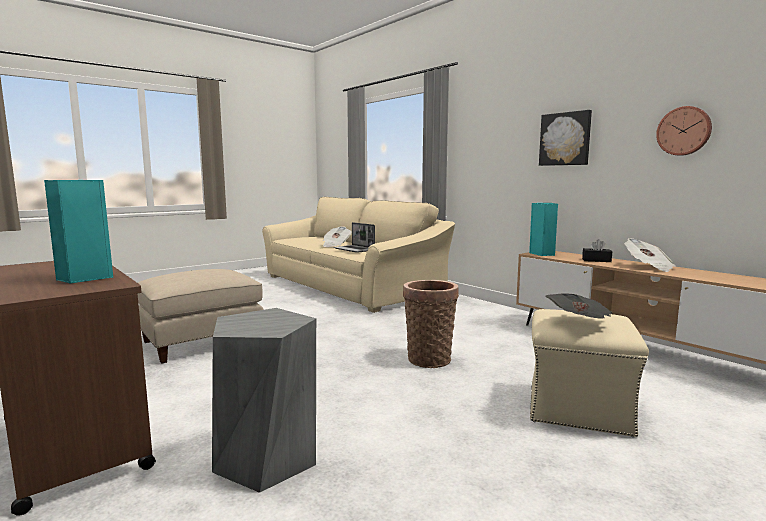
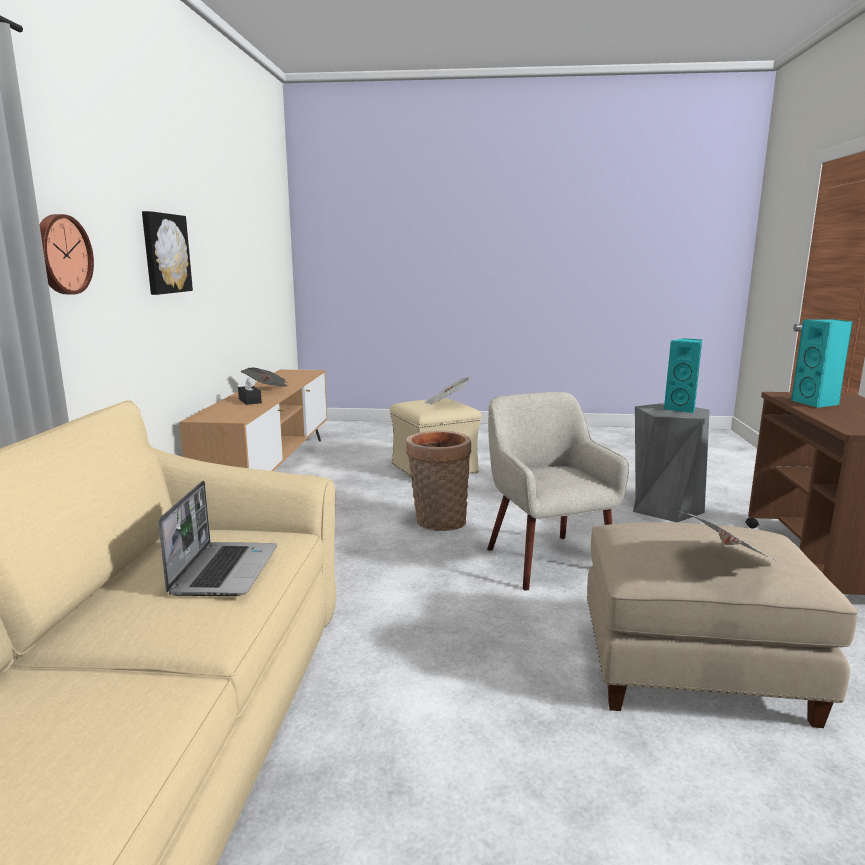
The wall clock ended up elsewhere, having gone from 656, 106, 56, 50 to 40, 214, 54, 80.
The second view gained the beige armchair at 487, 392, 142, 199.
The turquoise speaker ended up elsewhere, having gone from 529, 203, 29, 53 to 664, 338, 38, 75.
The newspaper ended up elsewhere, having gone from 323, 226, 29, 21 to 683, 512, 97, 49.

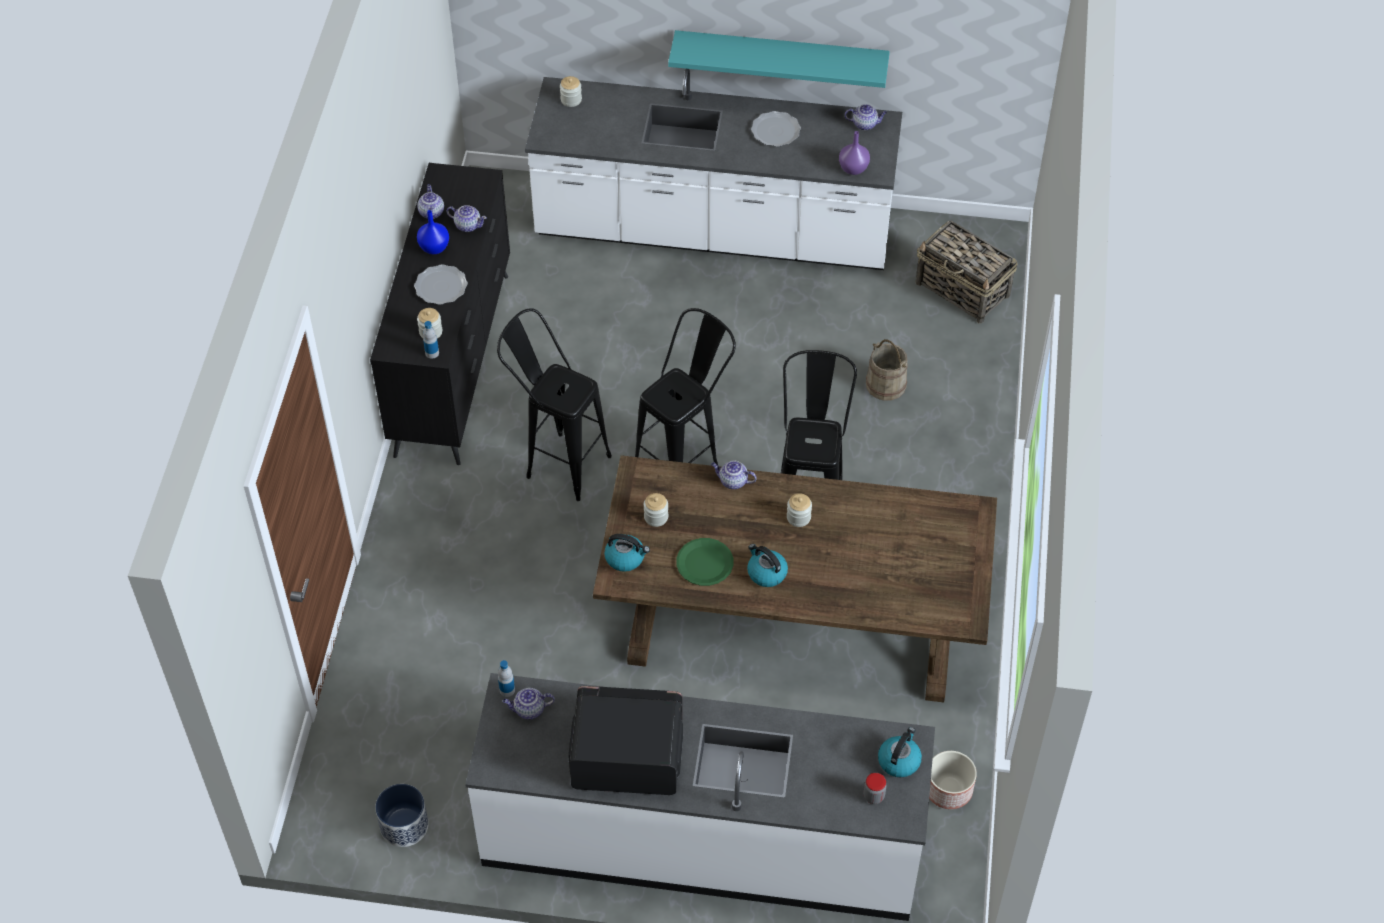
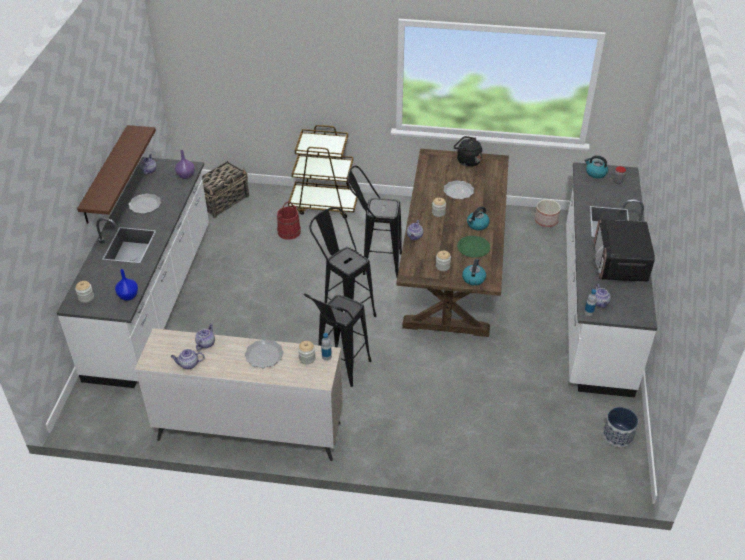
What was the turquoise shelf at 668, 30, 222, 58 turned into the brown shelf at 77, 125, 79, 99.
The blue vase ended up elsewhere, having gone from 417, 210, 32, 44 to 115, 269, 23, 32.
What was the black dresser at 370, 163, 140, 302 turned into the beige dresser at 135, 328, 208, 133.
What was the beige bucket at 866, 339, 42, 62 turned into the red bucket at 277, 201, 24, 39.
The second view gained the brown cart at 288, 125, 70, 93.
The second view gained the plate at 443, 180, 31, 19.
The second view gained the black kettle at 453, 136, 29, 31.

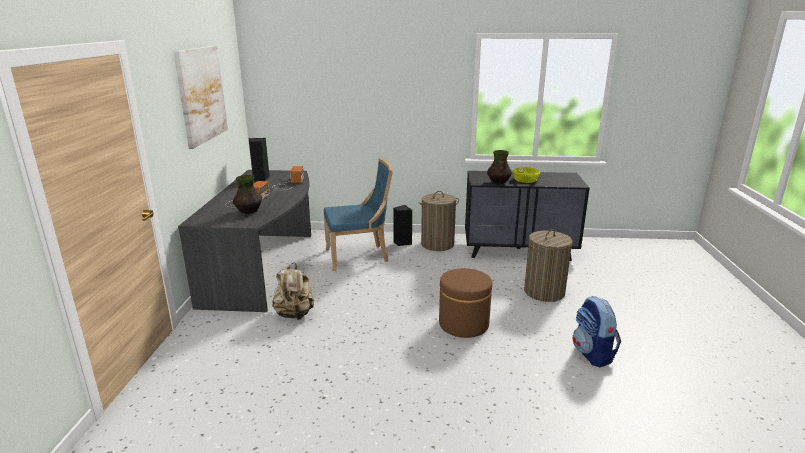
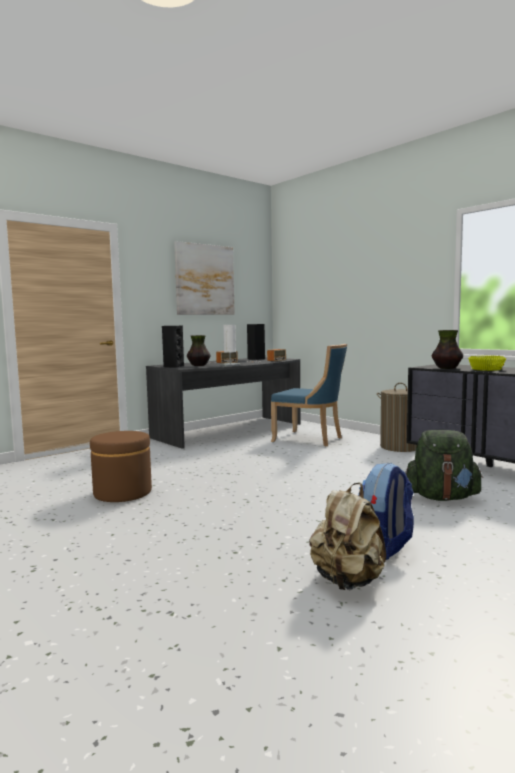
The brown ottoman ended up elsewhere, having gone from 439, 268, 53, 70 to 90, 431, 62, 71.
The black speaker ended up elsewhere, having gone from 393, 205, 19, 41 to 162, 326, 22, 42.
The second view gained the white table lamp at 220, 325, 21, 41.
The beige backpack ended up elsewhere, having gone from 272, 262, 42, 58 to 309, 483, 77, 107.
Where the laundry basket stood at 524, 229, 49, 73, the green backpack came to stand at 405, 430, 78, 71.

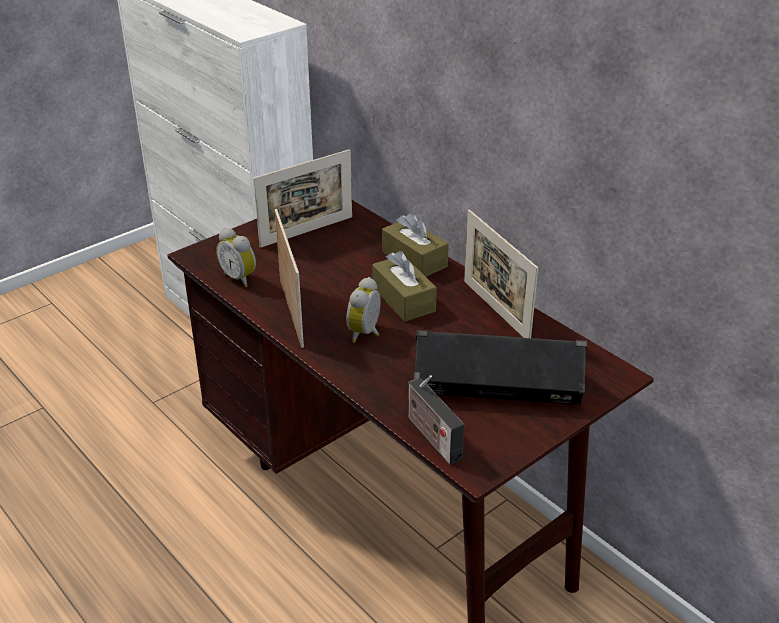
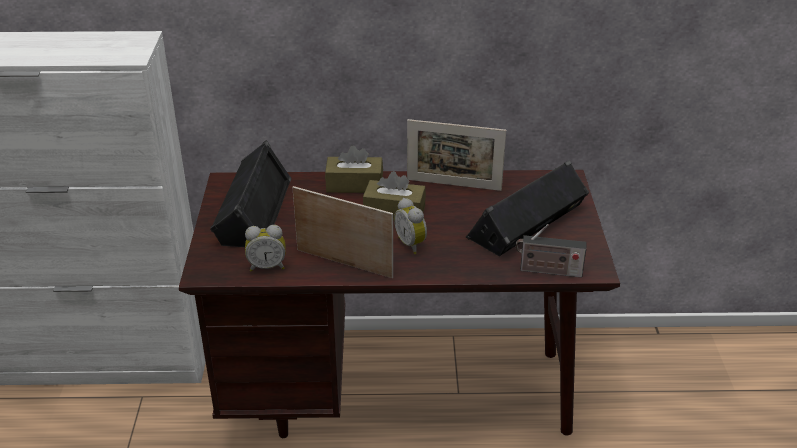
Where the picture frame stood at 253, 149, 99, 99, the black speaker came to stand at 210, 140, 82, 107.

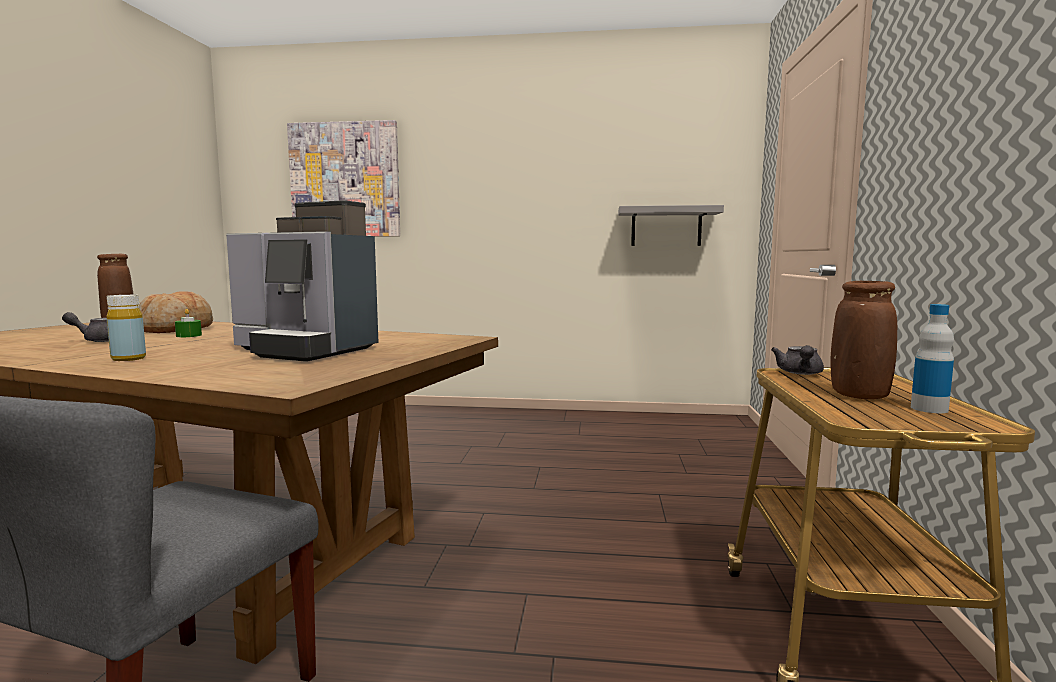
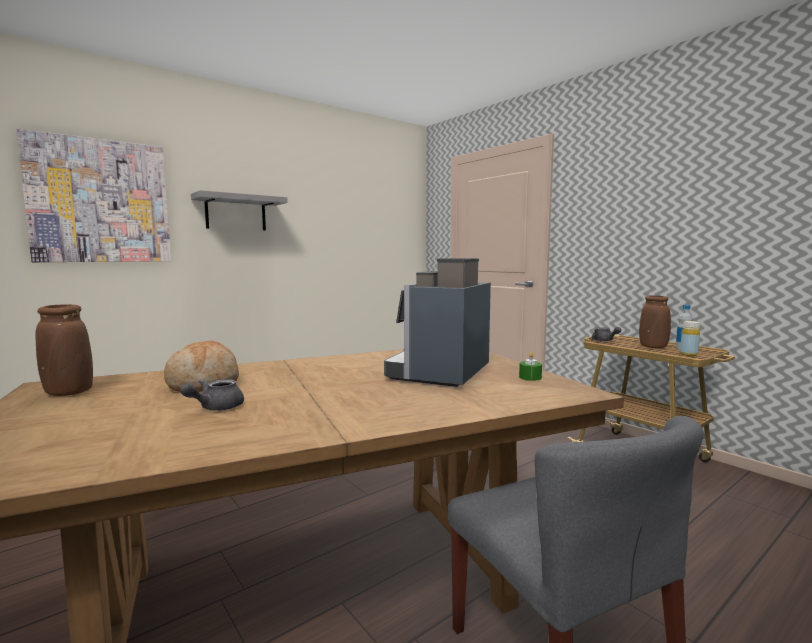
The grey shelf ended up elsewhere, having gone from 618, 205, 106, 41 to 191, 190, 97, 40.
The coffee machine at 226, 200, 153, 162 ended up facing another way, 135 degrees clockwise from before.
The green candle ended up elsewhere, having gone from 175, 309, 27, 28 to 519, 352, 23, 29.
The yellow bottle ended up elsewhere, having gone from 106, 295, 40, 66 to 680, 321, 20, 35.

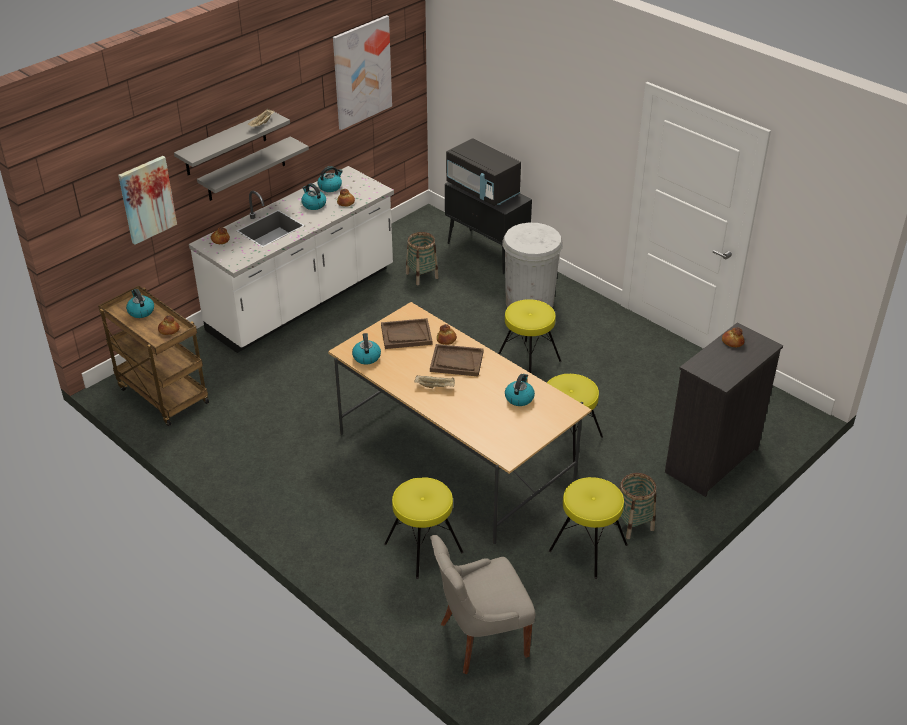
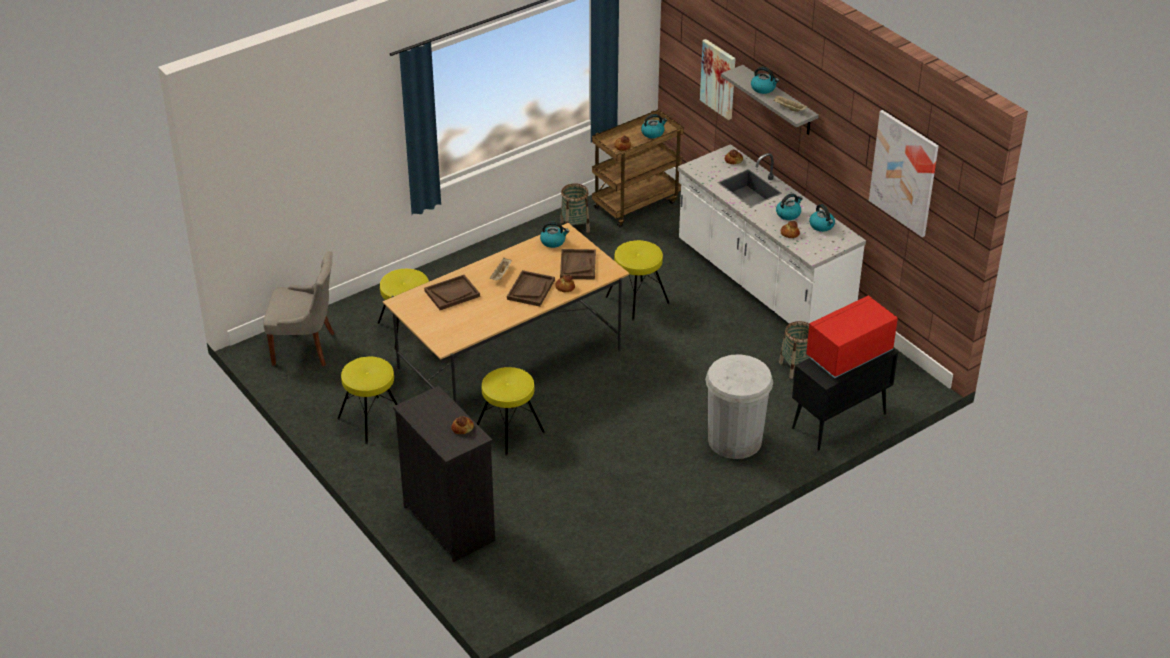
The grey chair at 430, 535, 105, 139 ended up facing another way, 105 degrees clockwise from before.
The second view gained the brown tray at 424, 275, 56, 35.
The basket ended up elsewhere, having gone from 619, 473, 37, 66 to 560, 183, 30, 50.
The yellow stool ended up elsewhere, having gone from 498, 299, 64, 74 to 605, 240, 65, 81.
The kettle ended up elsewhere, having gone from 505, 374, 30, 32 to 751, 67, 28, 27.
What was the black microwave at 446, 138, 75, 68 turned into the red microwave at 806, 295, 92, 83.
The second view lost the grey shelf at 197, 136, 112, 65.

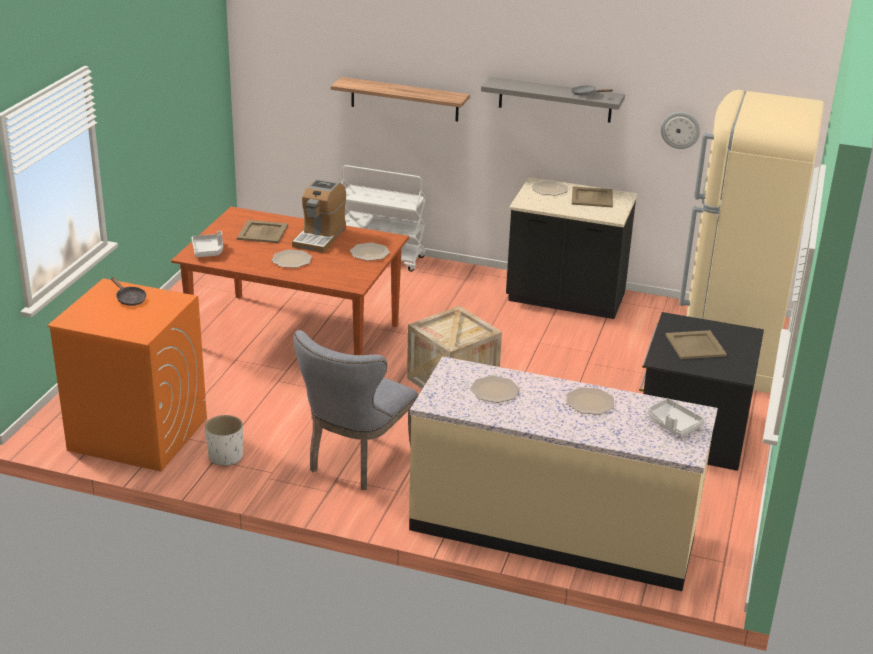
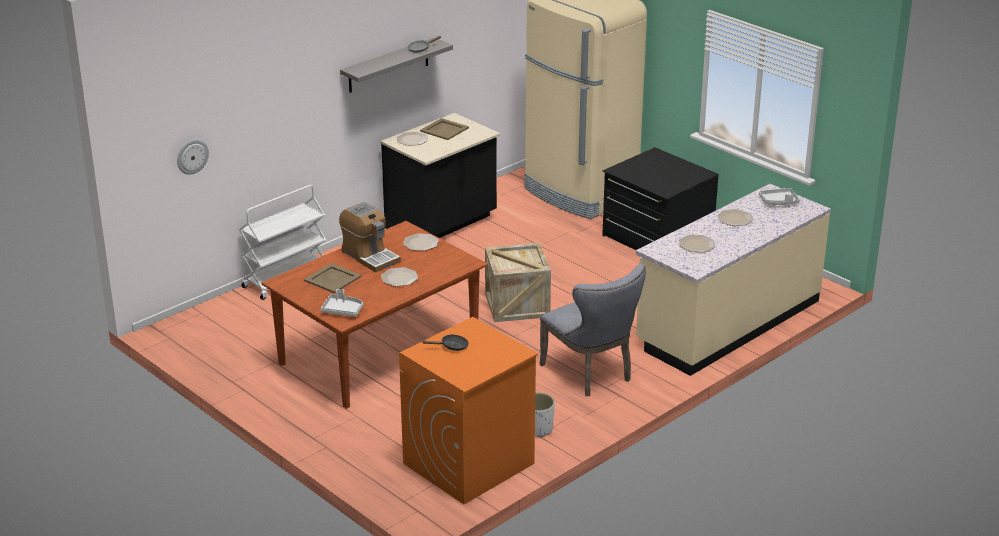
The wall clock ended up elsewhere, having gone from 661, 112, 39, 37 to 177, 139, 32, 36.
The second view lost the shelf at 331, 77, 139, 45.
The second view lost the beige tray at 665, 330, 62, 29.

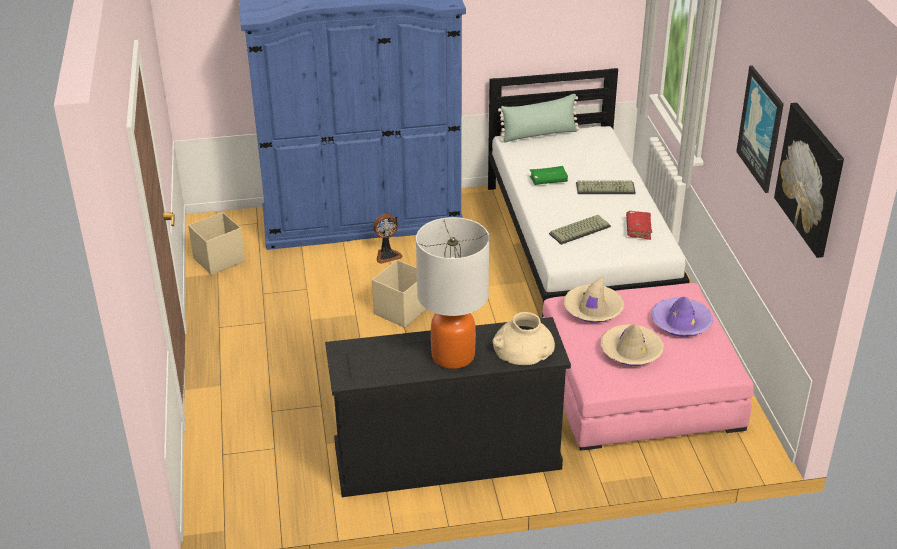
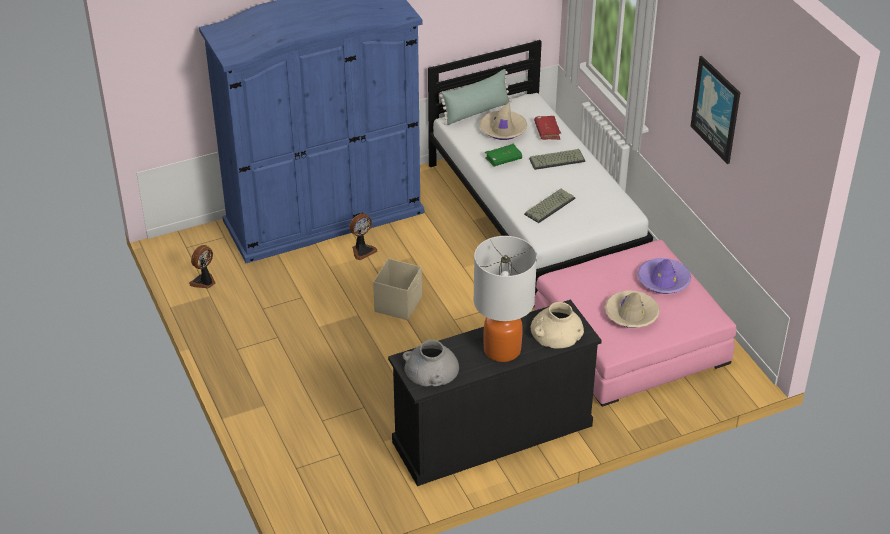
Where the beige storage box stood at 188, 212, 57, 63, the fan came to stand at 189, 245, 27, 43.
The second view gained the grey vase at 403, 340, 56, 46.
The beige hat ended up elsewhere, having gone from 564, 276, 60, 47 to 480, 102, 47, 38.
The red book ended up elsewhere, having gone from 626, 211, 26, 29 to 534, 116, 27, 24.
The second view lost the picture at 774, 103, 70, 155.

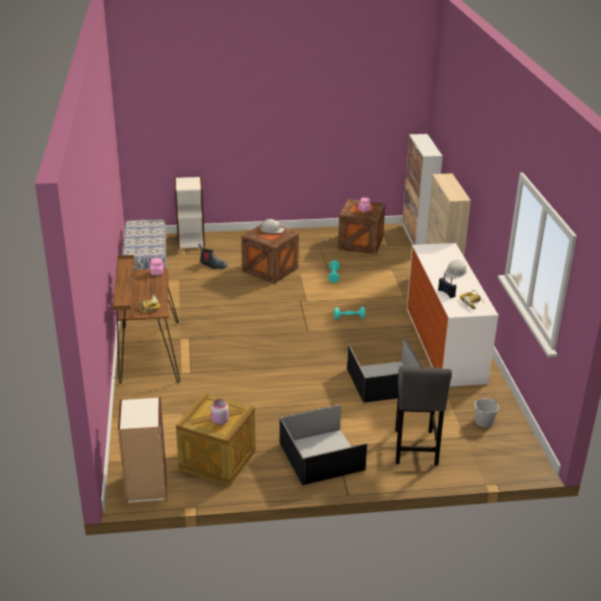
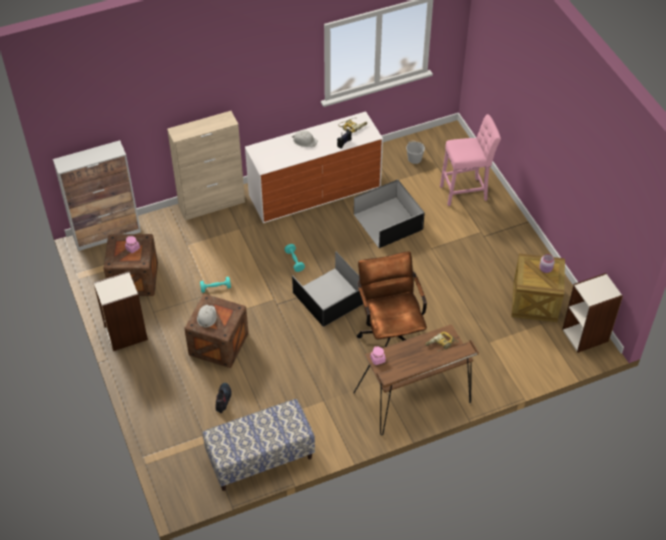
The bookcase ended up elsewhere, having gone from 174, 177, 31, 71 to 93, 272, 55, 79.
The black storage box ended up elsewhere, having gone from 279, 404, 88, 81 to 292, 252, 71, 75.
The second view gained the brown office chair at 357, 251, 70, 96.
What was the grey stool at 395, 366, 57, 100 turned into the pink stool at 440, 114, 61, 92.

